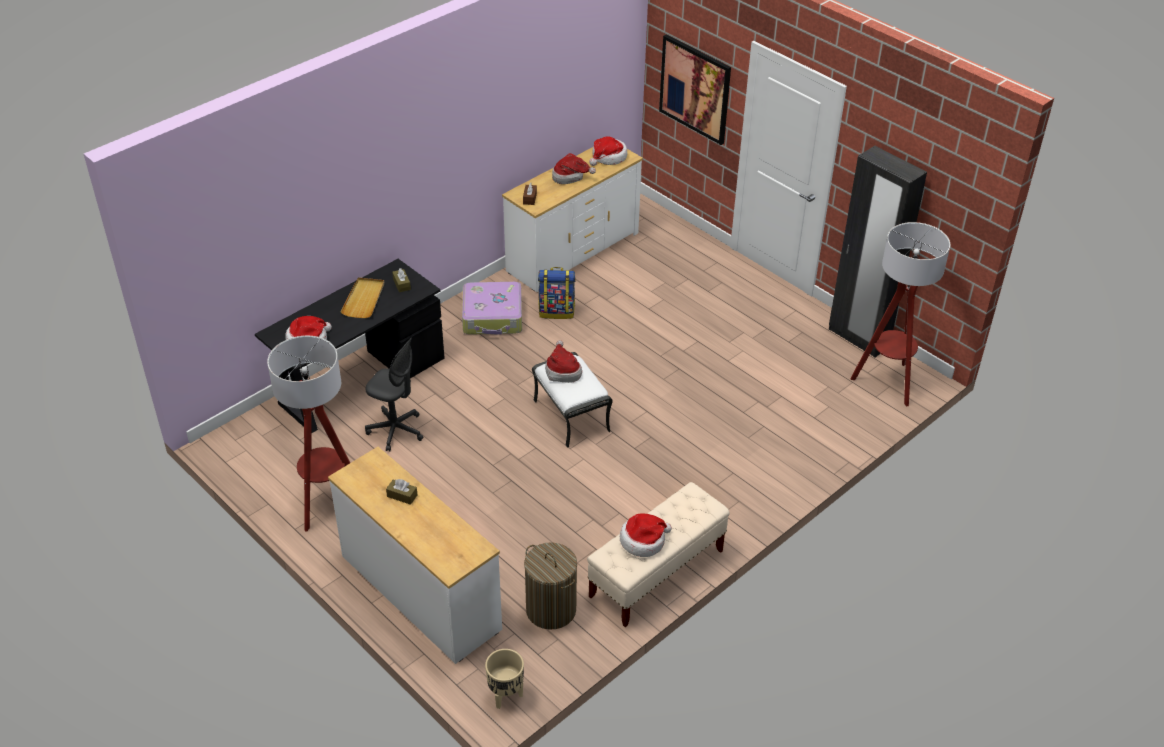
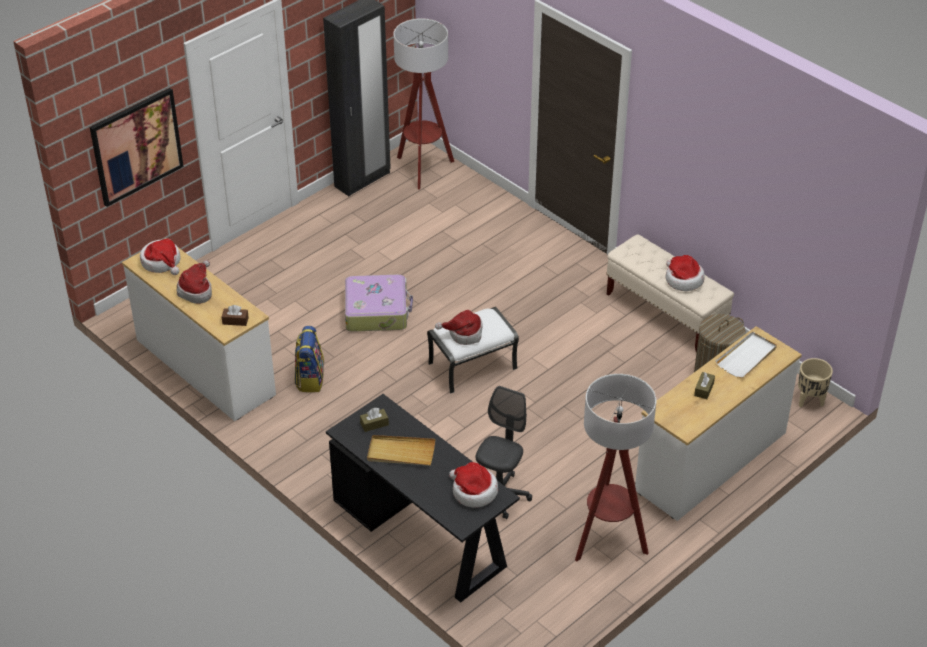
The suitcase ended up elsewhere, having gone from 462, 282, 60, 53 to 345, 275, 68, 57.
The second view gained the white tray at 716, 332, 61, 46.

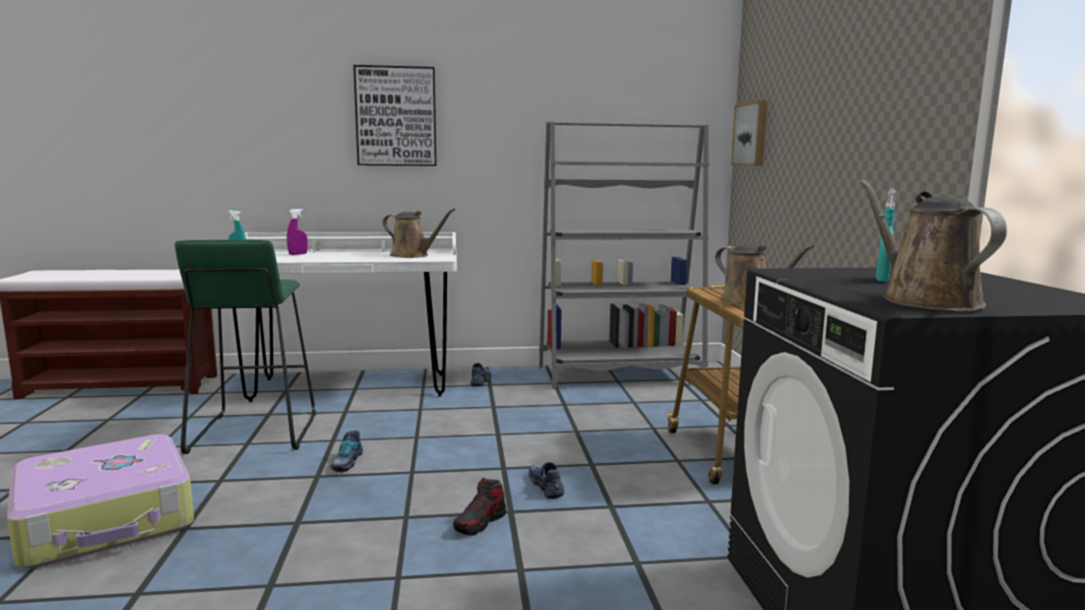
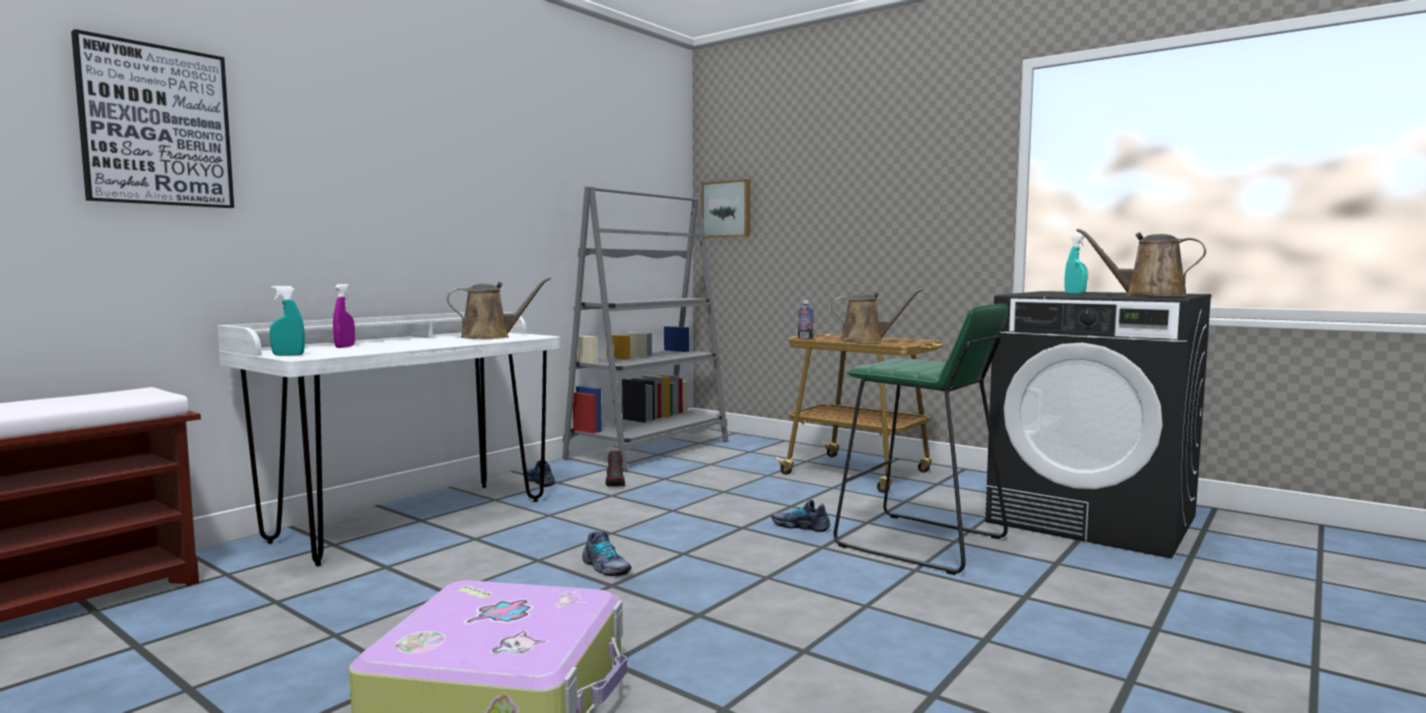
The picture ended up elsewhere, having gone from 353, 65, 83, 101 to 71, 29, 163, 179.
The shoe ended up elsewhere, having gone from 453, 477, 53, 59 to 605, 450, 20, 37.
The second view gained the bottle at 798, 300, 16, 39.
The green stool ended up elsewhere, having gone from 175, 240, 141, 214 to 834, 304, 174, 271.

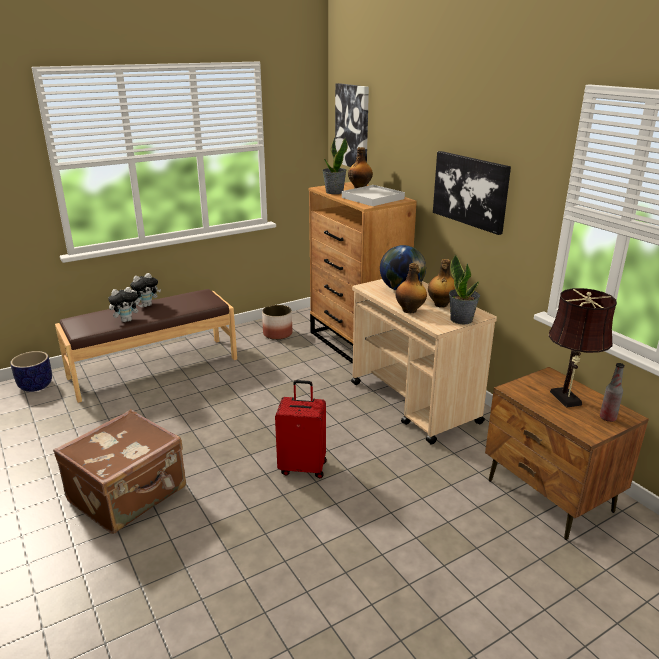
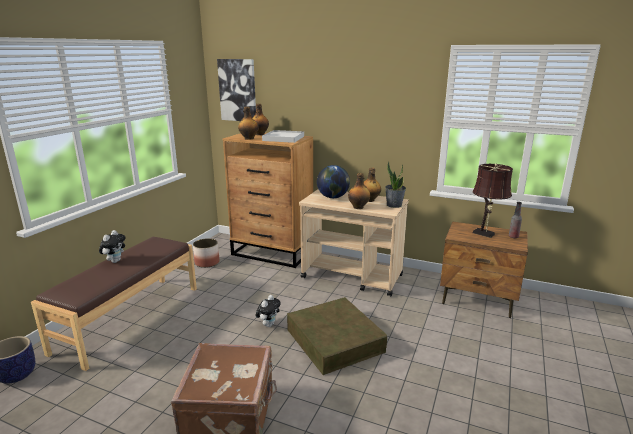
Where the potted plant stood at 322, 137, 26, 57, the bottle came to stand at 238, 107, 20, 33.
The plush toy ended up elsewhere, having gone from 108, 287, 35, 35 to 256, 295, 25, 32.
Where the red suitcase stood at 275, 380, 52, 98, the brown storage box came to stand at 287, 297, 100, 78.
The second view lost the picture at 433, 151, 78, 84.

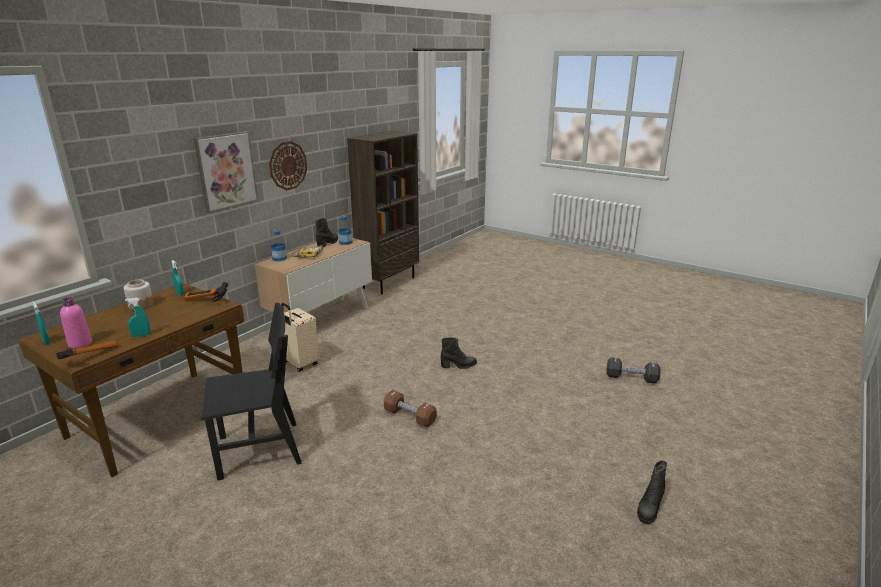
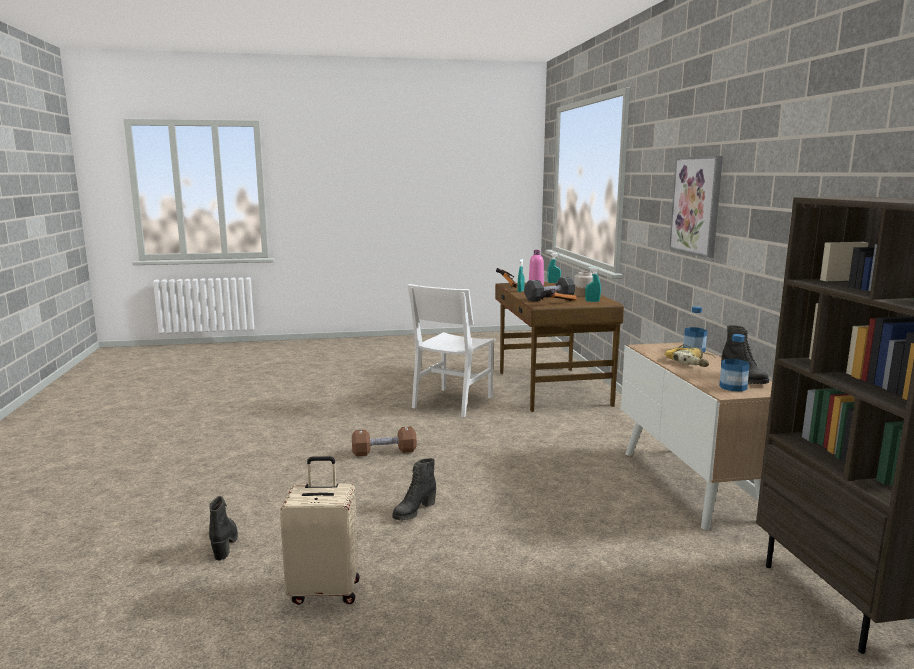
The black boot ended up elsewhere, having gone from 637, 460, 30, 64 to 209, 496, 29, 64.
The beige suitcase ended up elsewhere, having gone from 281, 303, 39, 68 to 280, 456, 80, 149.
What was the black chair at 201, 303, 101, 177 turned into the white chair at 407, 284, 89, 133.
The black dumbbell ended up elsewhere, having gone from 606, 357, 55, 27 to 524, 277, 51, 24.
The second view lost the wall clock at 269, 141, 38, 49.

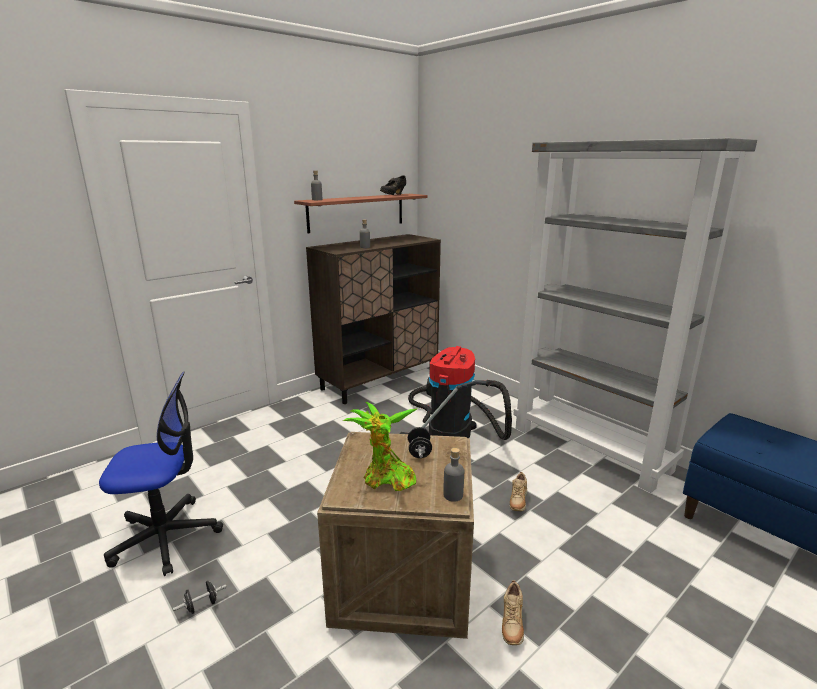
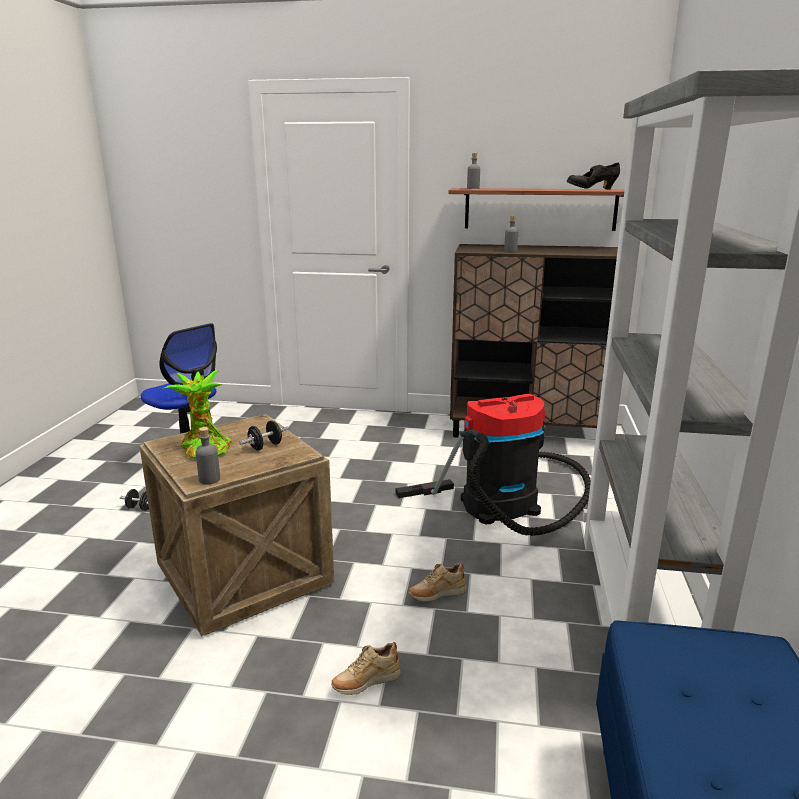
The beige shoe ended up elsewhere, having gone from 502, 580, 22, 65 to 331, 641, 70, 54.

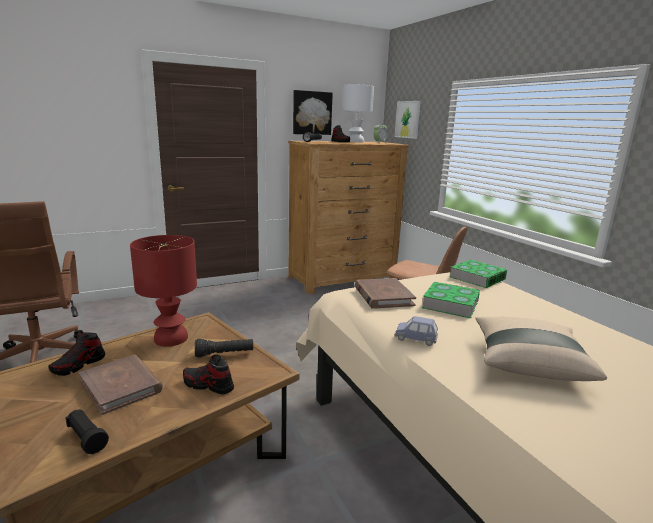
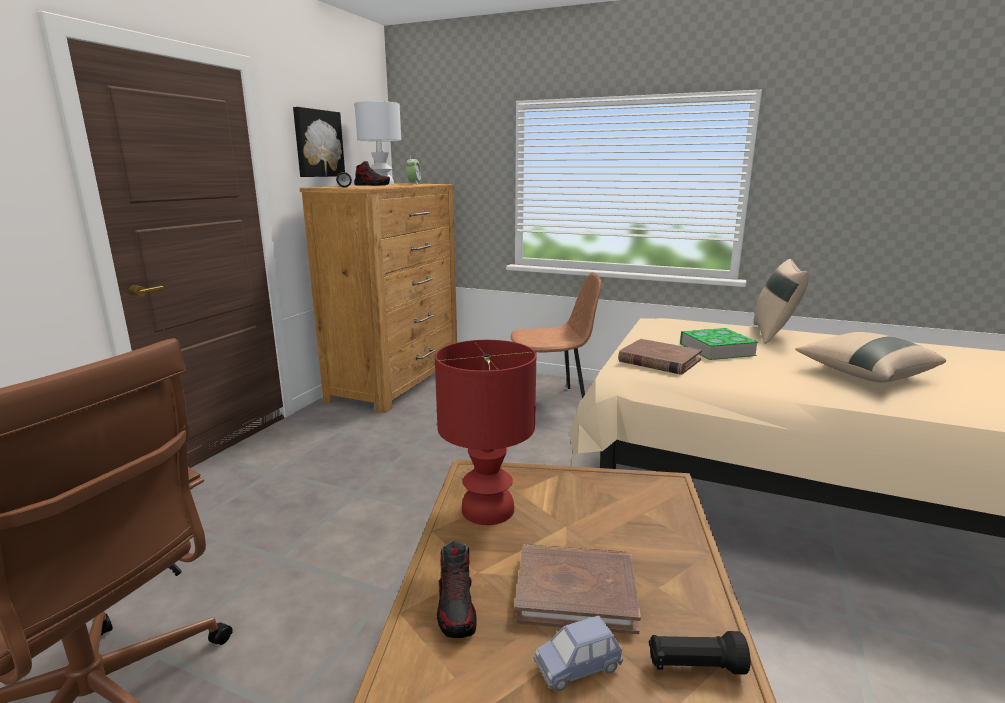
The blue toy car ended up elsewhere, having gone from 395, 316, 43, 30 to 533, 616, 90, 75.
The second view gained the beige pillow at 754, 259, 55, 85.
The second view lost the shoe at 183, 355, 51, 40.
The second view lost the black flashlight at 195, 339, 58, 18.
The second view lost the picture at 395, 101, 26, 38.
The second view lost the book at 449, 260, 58, 28.

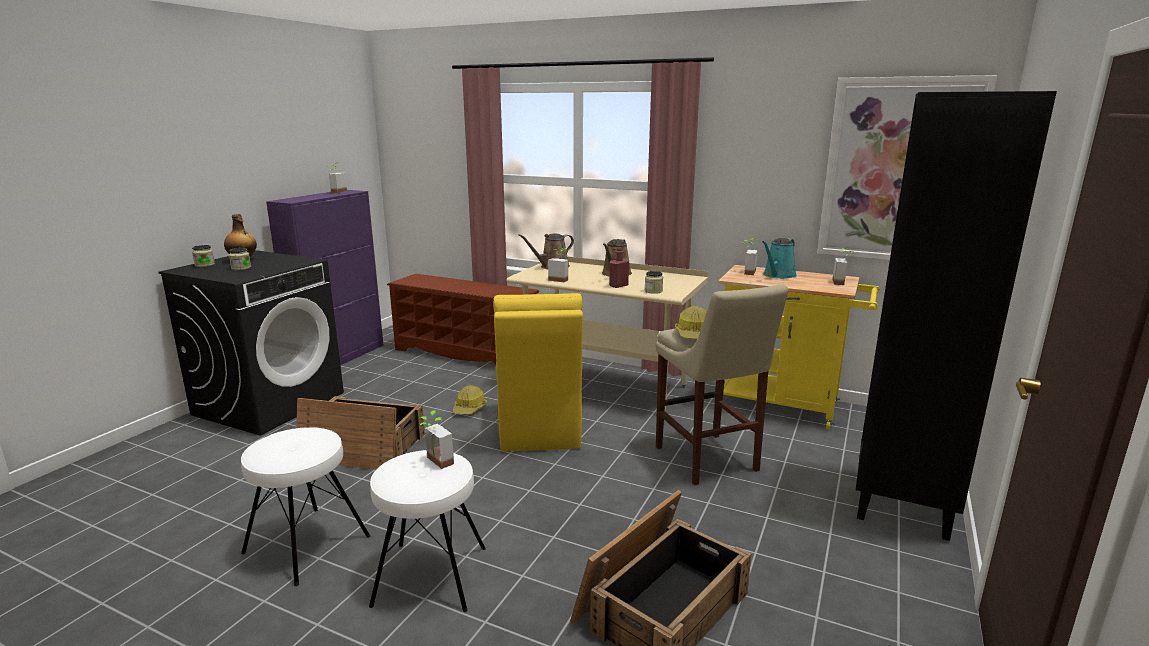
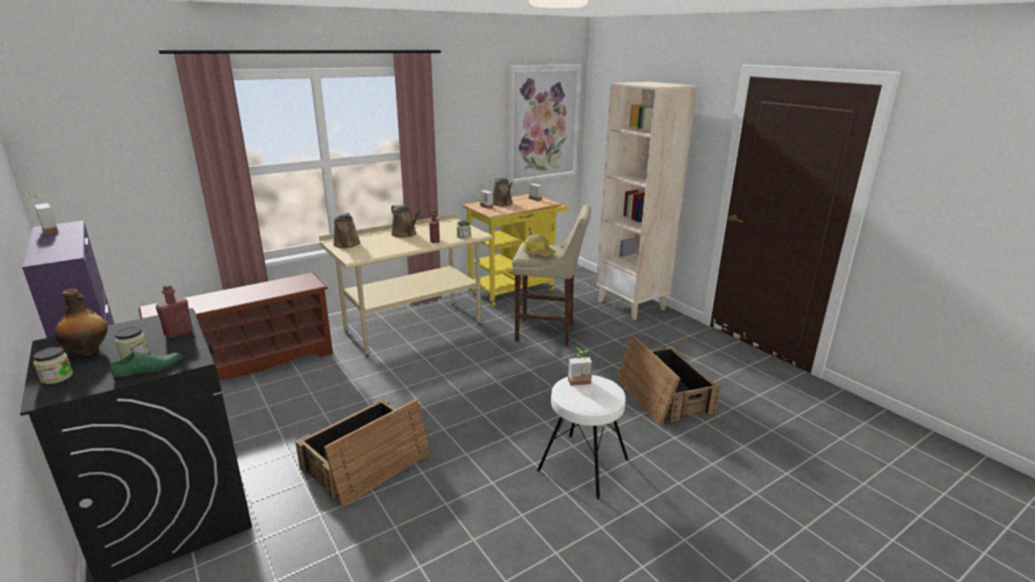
The second view gained the green shoe at 110, 352, 73, 30.
The second view gained the red bottle at 156, 285, 37, 53.
What was the turquoise watering can at 762, 238, 35, 41 turned into the brown watering can at 493, 178, 20, 28.
What was the black bookcase at 856, 91, 201, 450 turned into the beige bookcase at 596, 82, 101, 238.
The second view lost the white stool at 241, 427, 129, 159.
The second view lost the hard hat at 453, 385, 34, 30.
The second view lost the yellow chair at 493, 293, 90, 159.
The second view lost the potted plant at 548, 248, 20, 34.

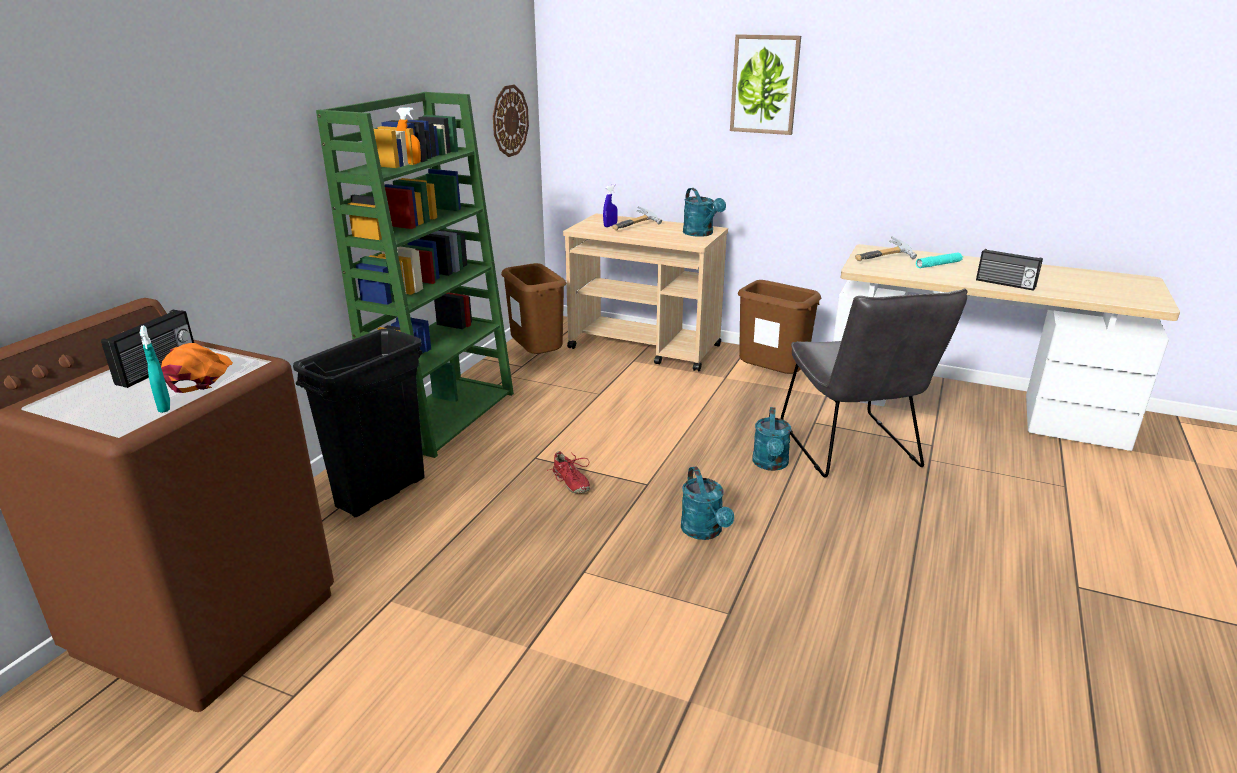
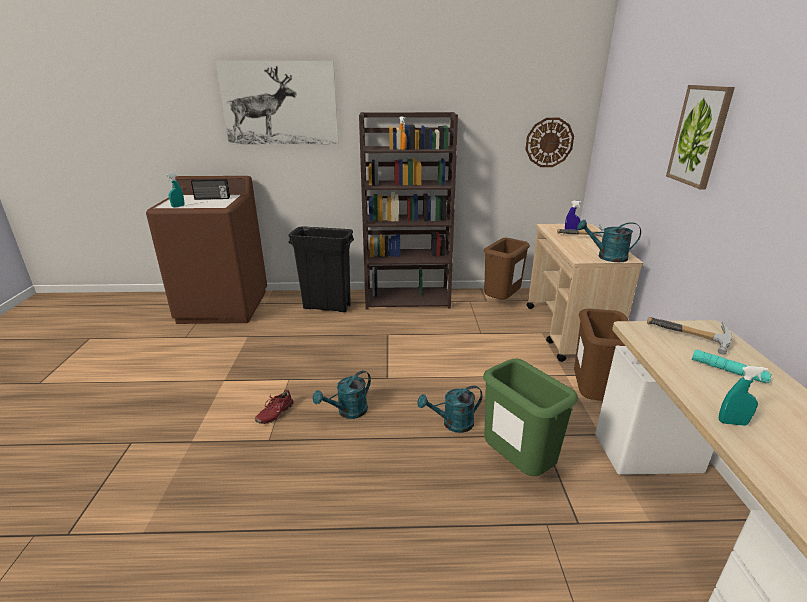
The second view gained the picture at 215, 61, 123, 83.
The red shoe ended up elsewhere, having gone from 547, 451, 43, 43 to 255, 389, 39, 35.
What was the green bookcase at 316, 92, 198, 366 turned into the brown bookcase at 359, 112, 99, 197.
Where the grey chair stood at 781, 288, 187, 189, the green trash can came to stand at 483, 359, 95, 117.
The turquoise watering can at 683, 188, 43, 49 ended up facing another way, 60 degrees clockwise from before.
Where the radio stood at 976, 249, 67, 42, the turquoise spray bottle came to stand at 719, 366, 49, 60.
The second view lost the orange cap at 161, 343, 72, 50.

